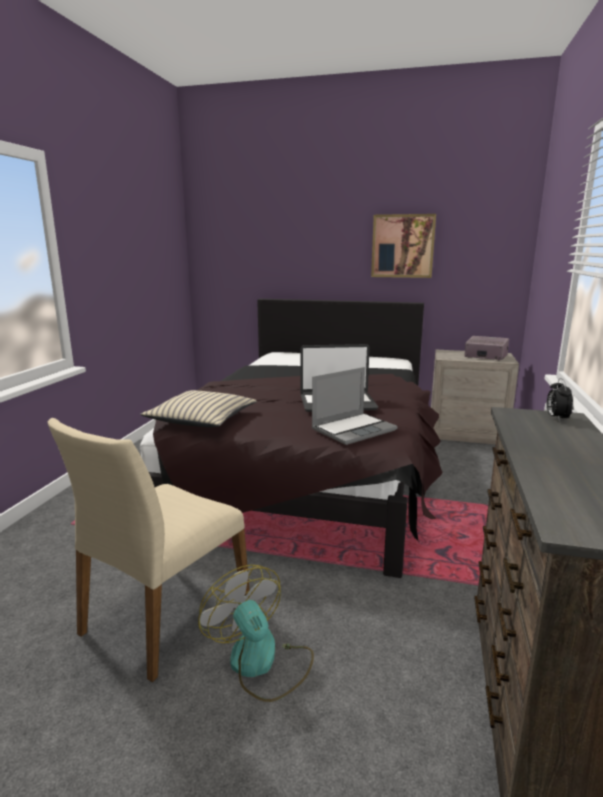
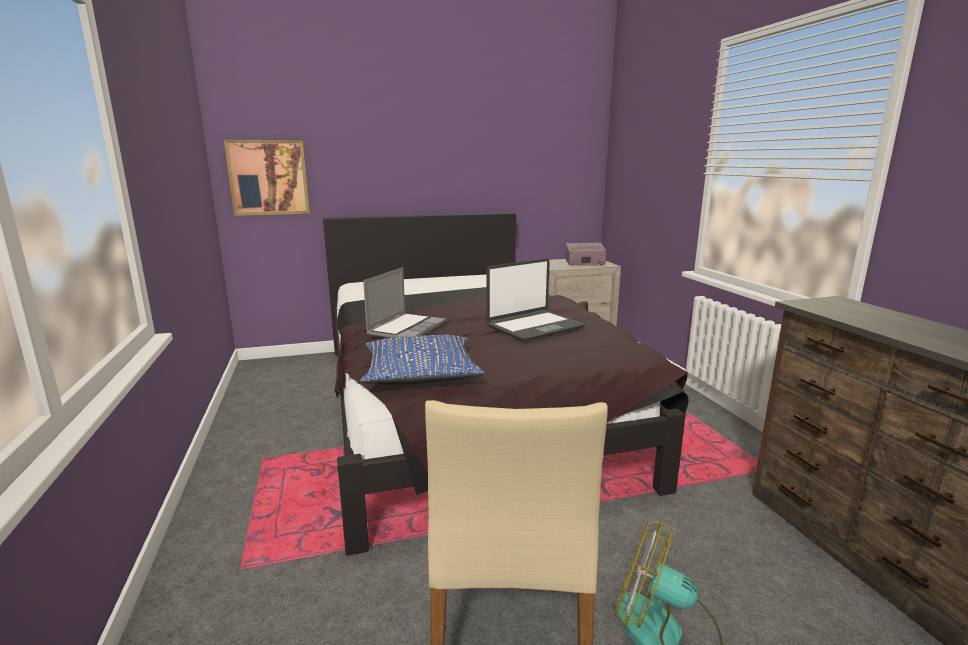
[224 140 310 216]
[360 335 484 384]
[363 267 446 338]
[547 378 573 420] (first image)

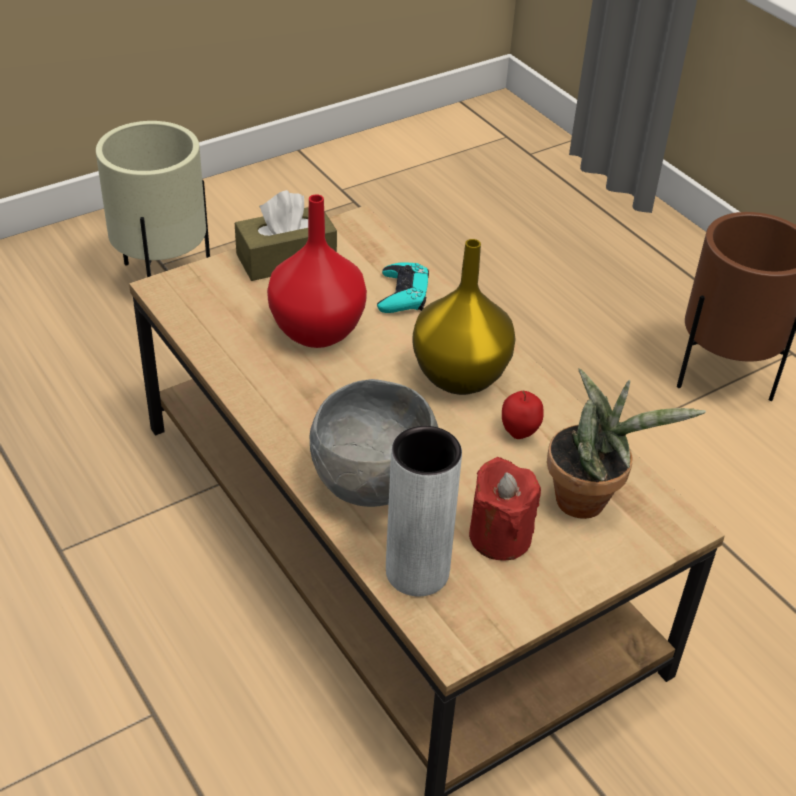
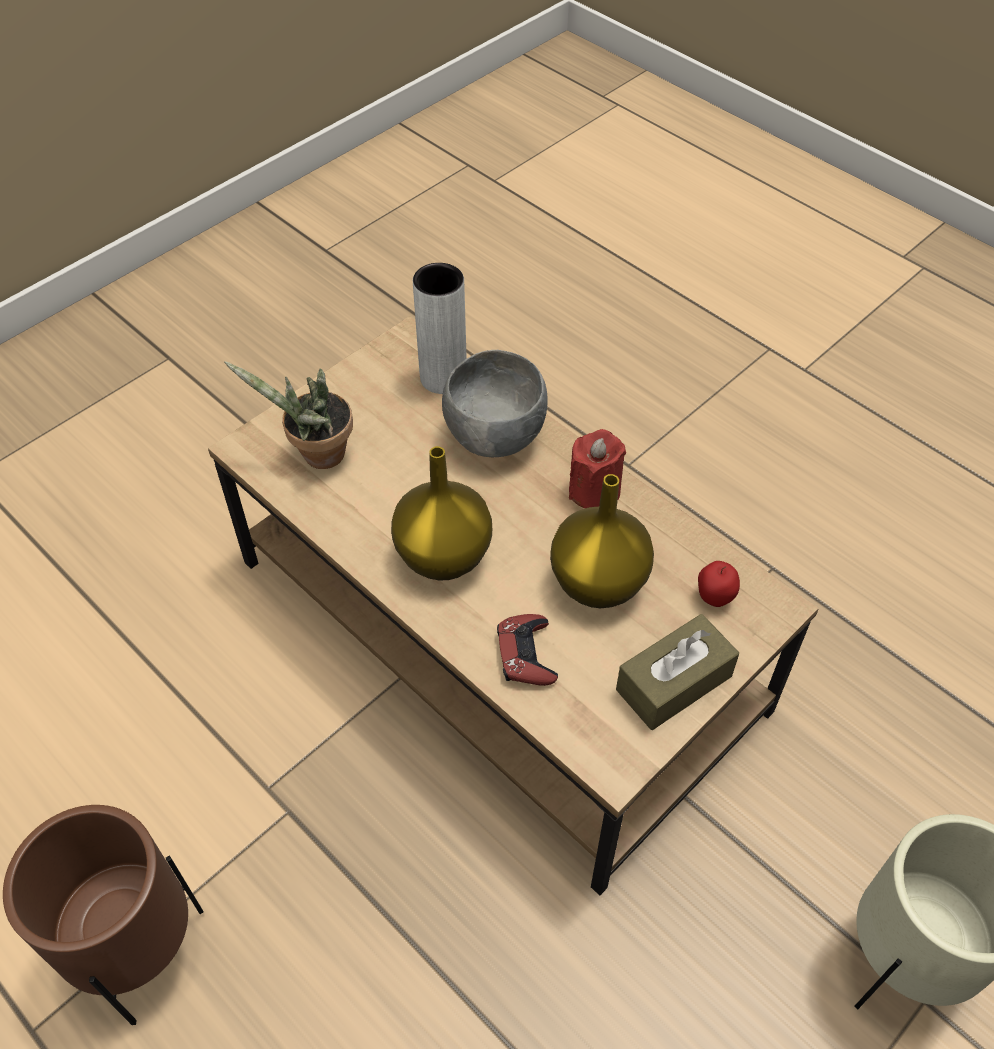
[497 614 558 686]
[550 474 654 608]
[569 429 626 508]
[698 561 740 607]

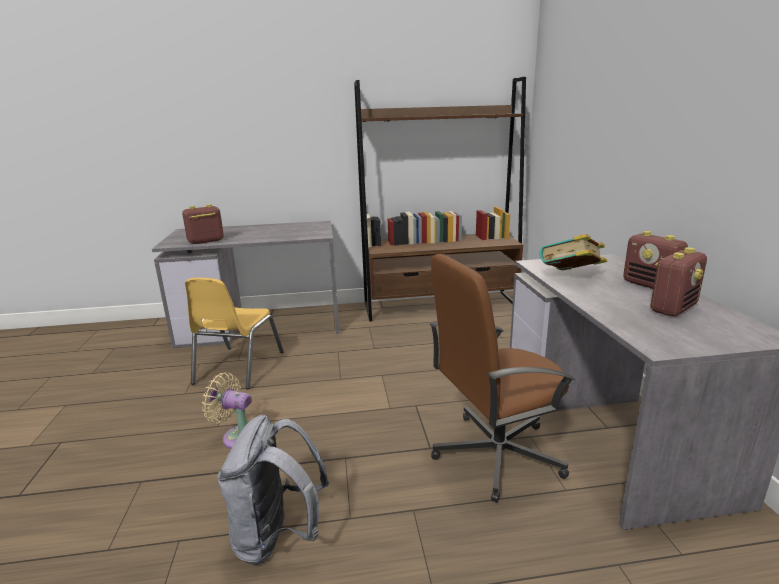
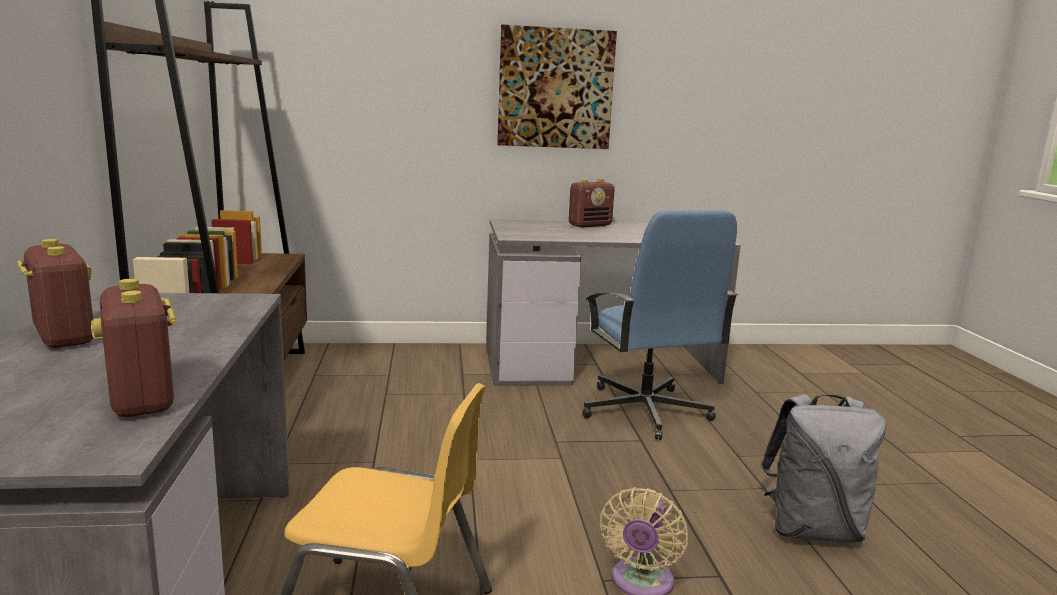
[17 239 93 348]
[497 25 617 149]
[583 210 738 440]
[540 234 607 270] (first image)

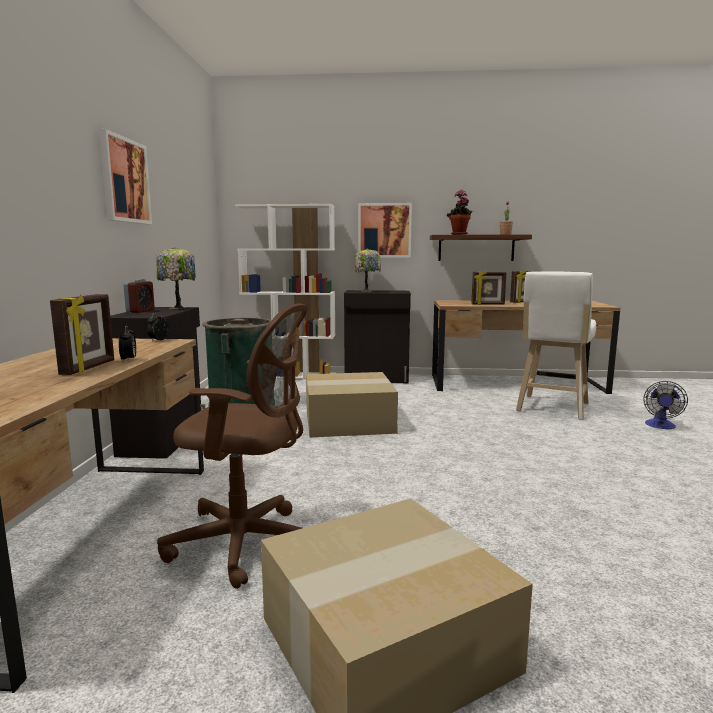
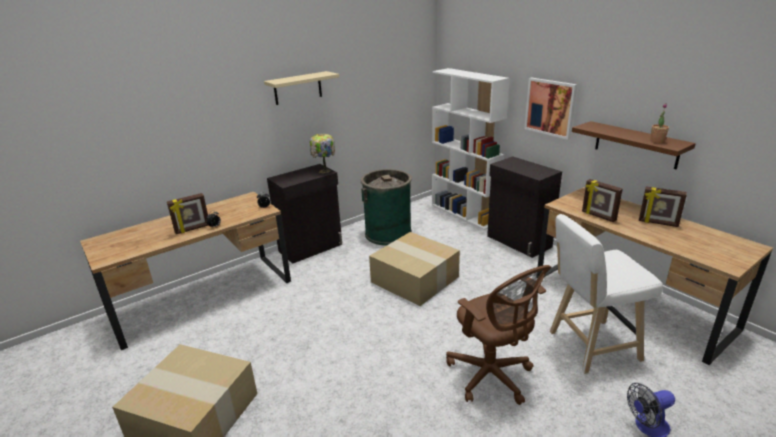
[264 71 339 105]
[446 265 551 405]
[123 279 155 313] (first image)
[355 249 381 292] (first image)
[447 190 472 235] (first image)

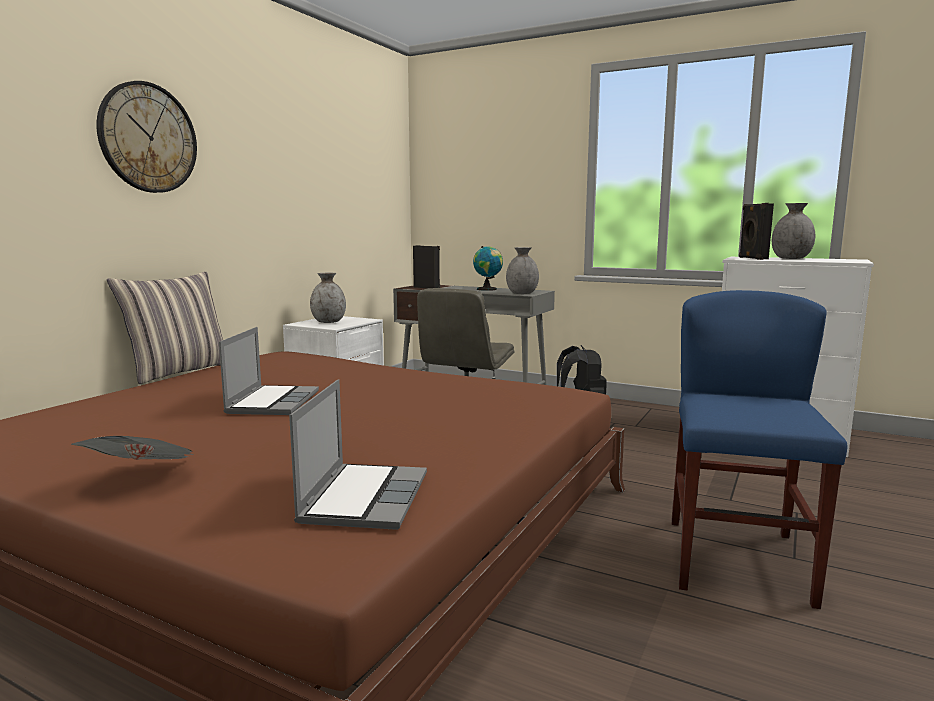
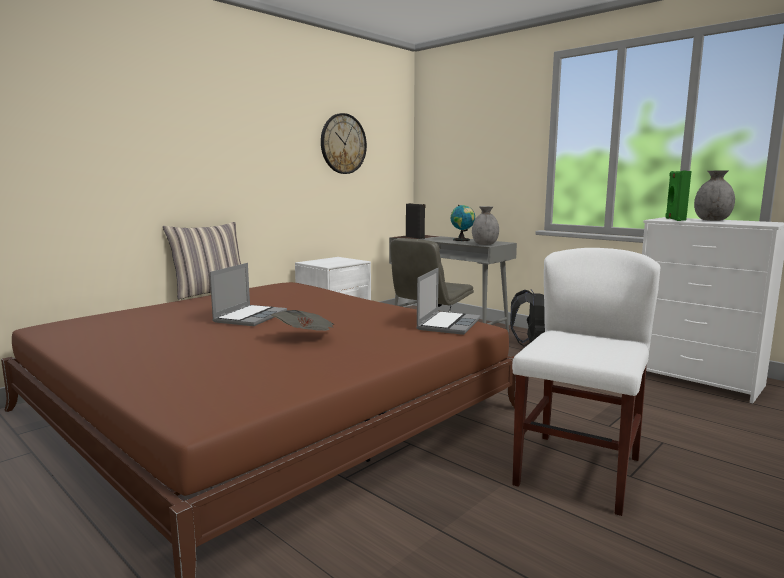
[271 310 334 331]
[321 113 367 174]
[416 268 481 335]
[512 248 660 516]
[665 171 691 221]
[310 273 346 323] (first image)

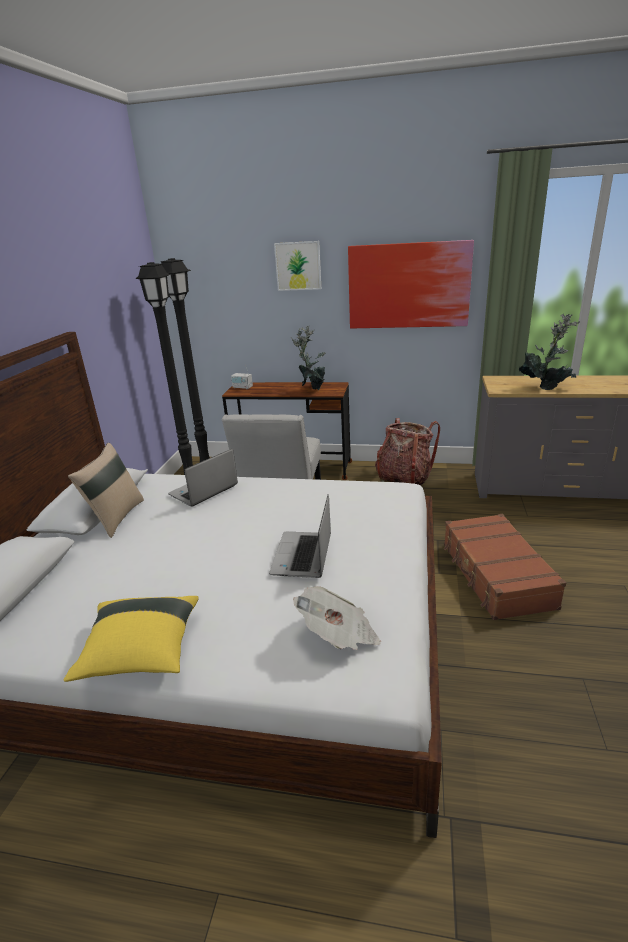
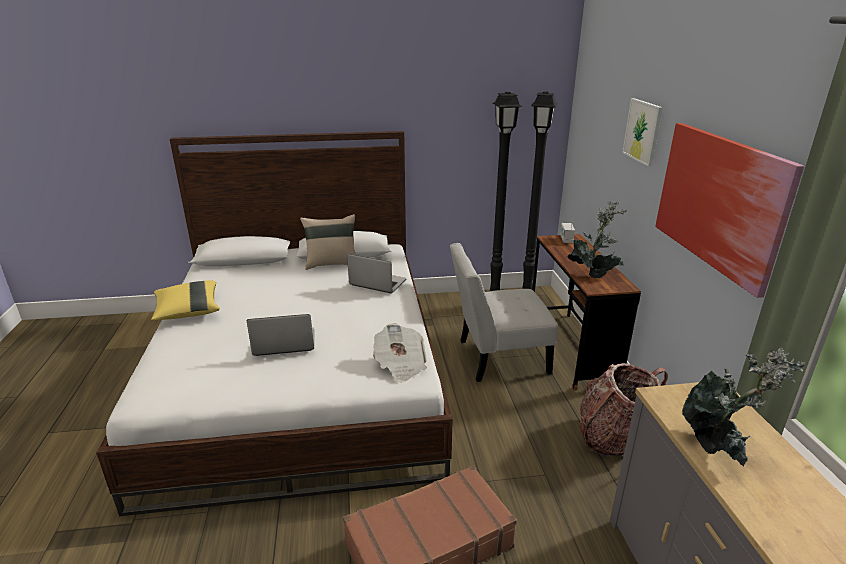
[373 323 427 383]

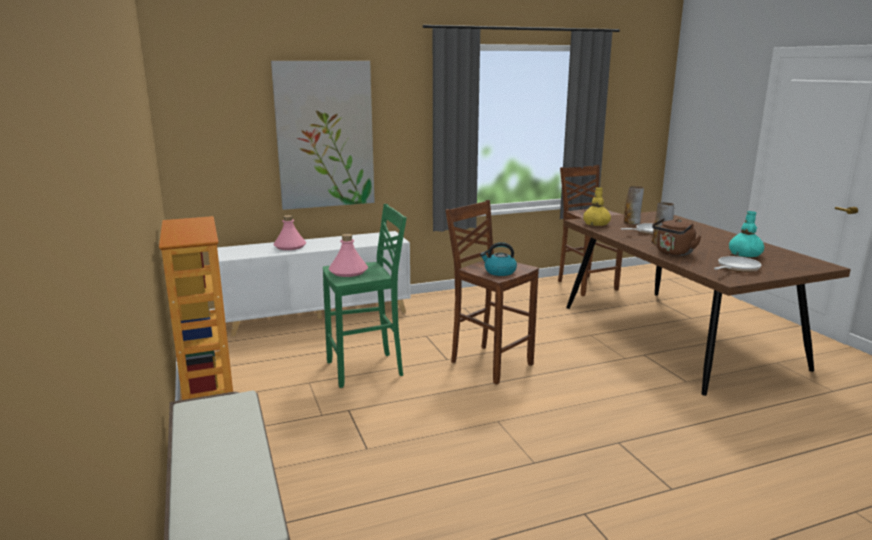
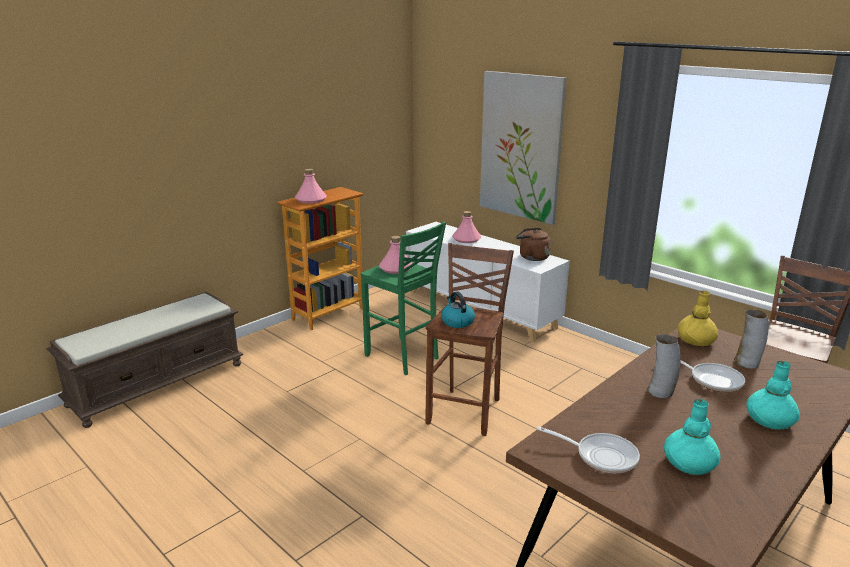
[295 169 327 204]
[516 228 551 261]
[746 361 800 430]

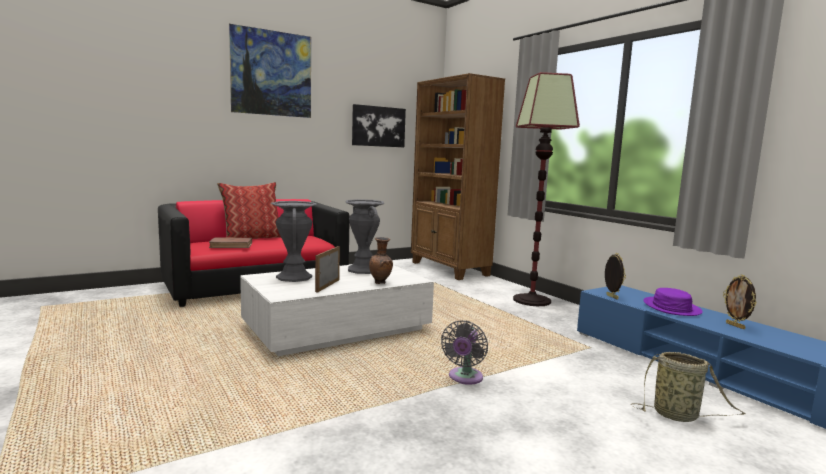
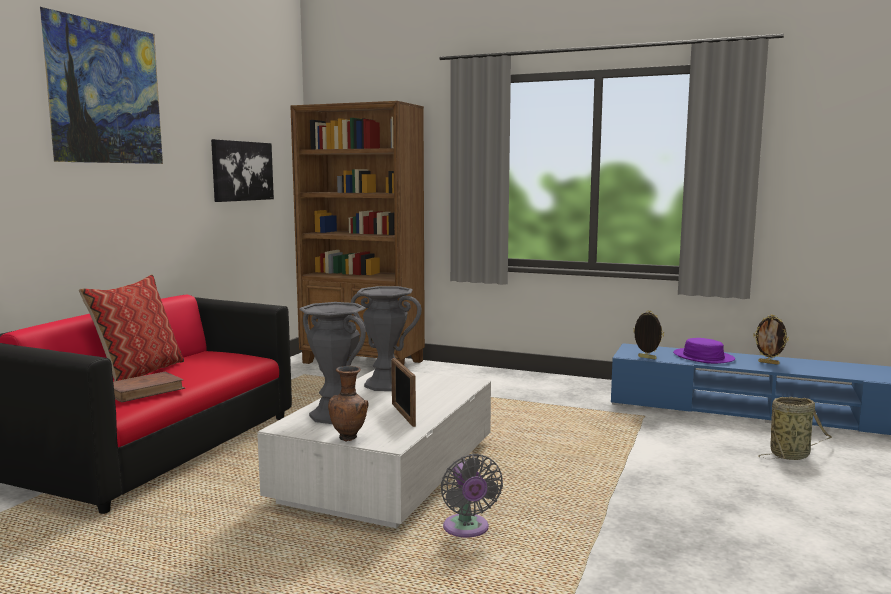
[328 366 368 441]
[441 454 503 537]
[513 72 580 306] (first image)

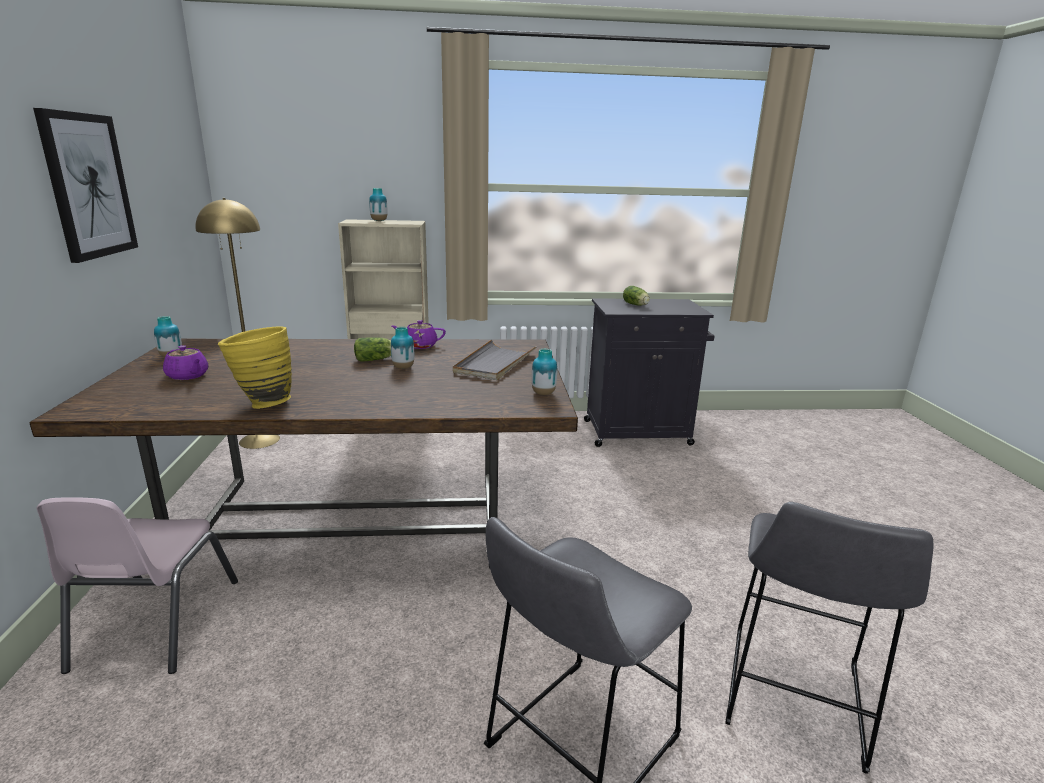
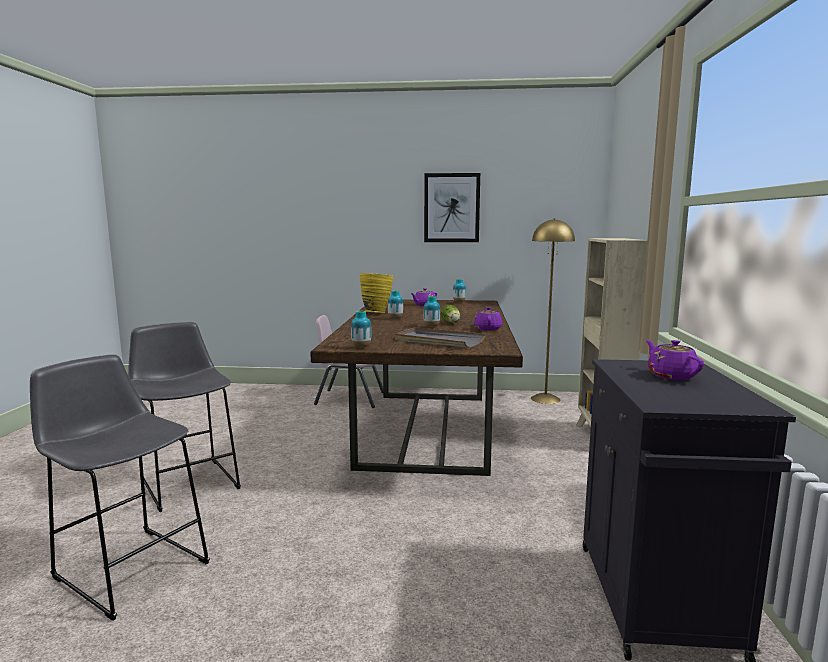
[388 291 403 319]
[646 340 704 380]

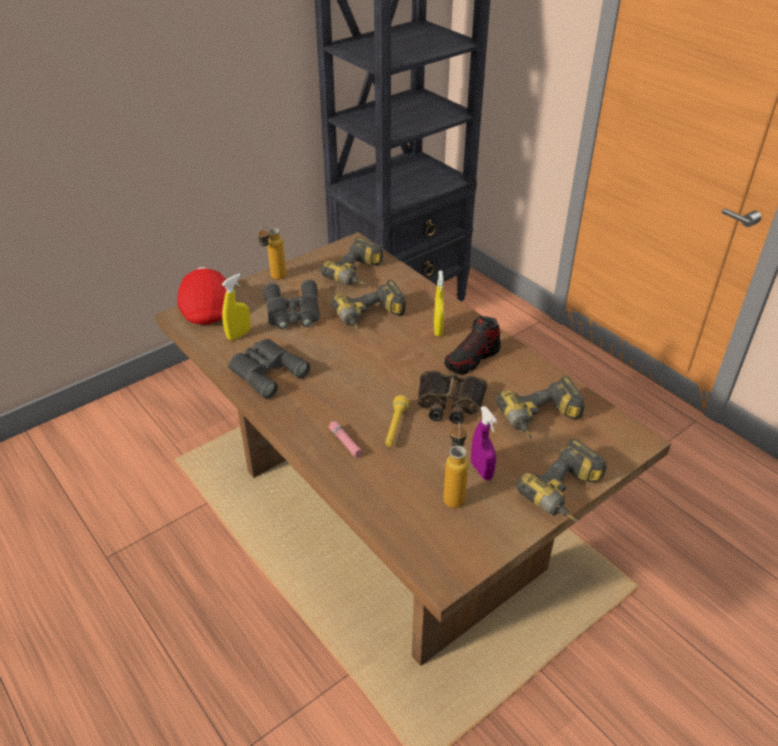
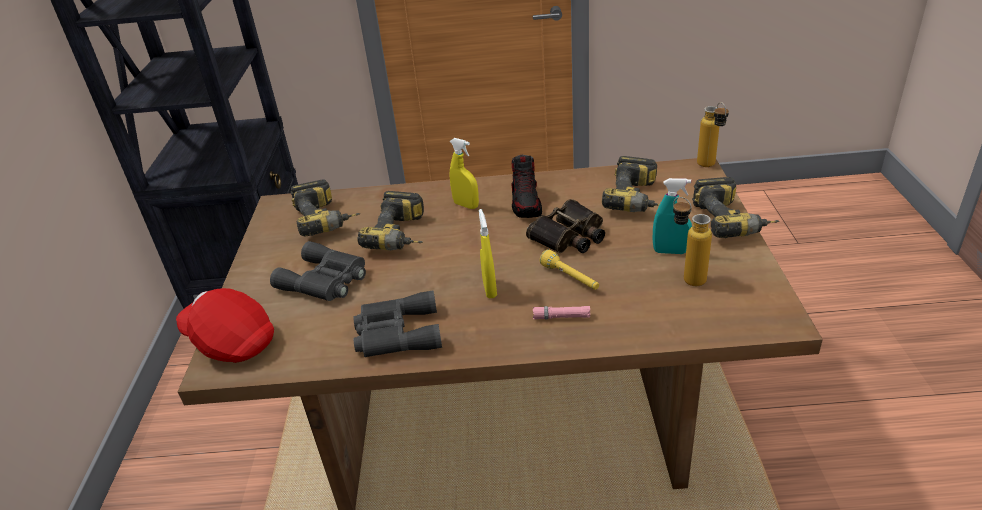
[479 209 497 298]
[653 178 692 254]
[697 102 729 167]

